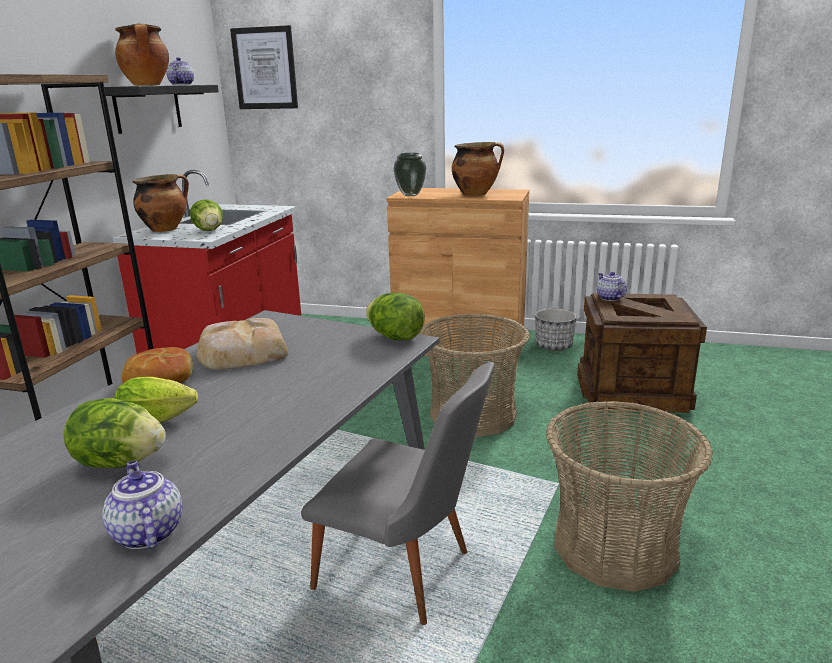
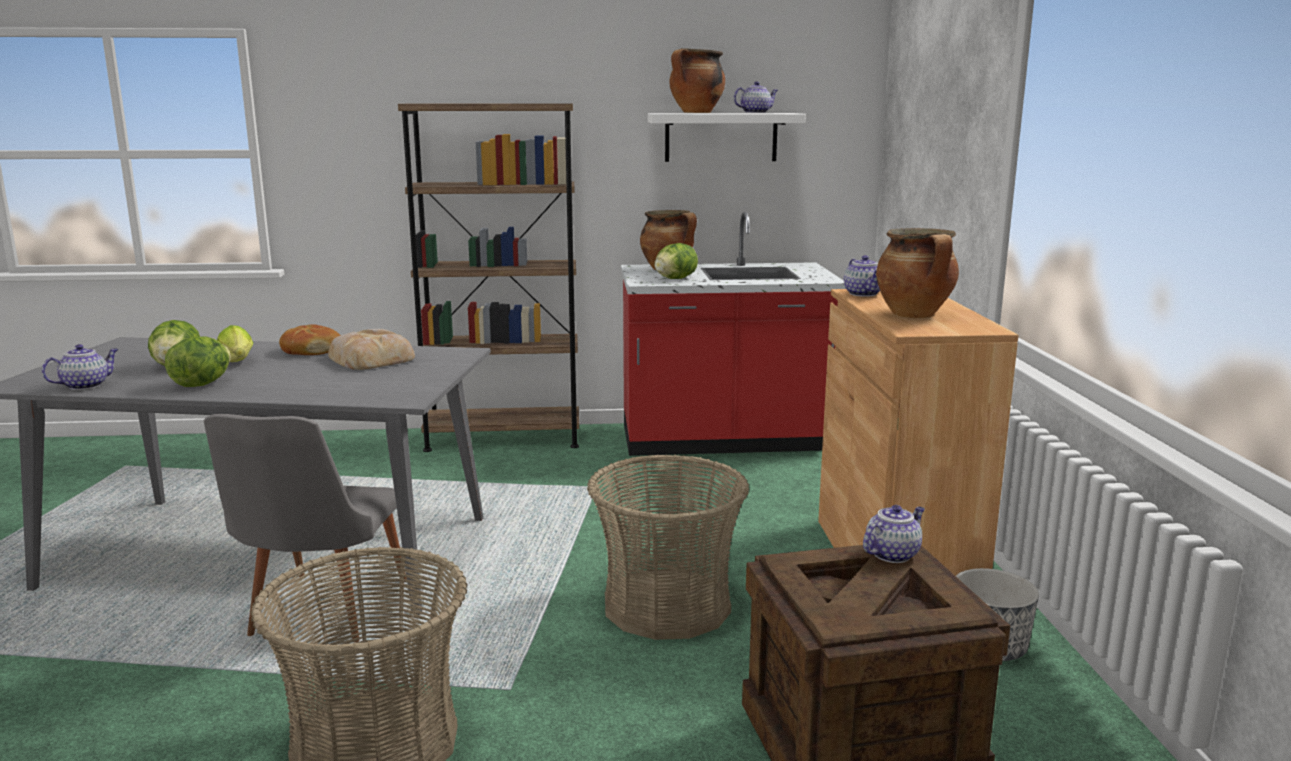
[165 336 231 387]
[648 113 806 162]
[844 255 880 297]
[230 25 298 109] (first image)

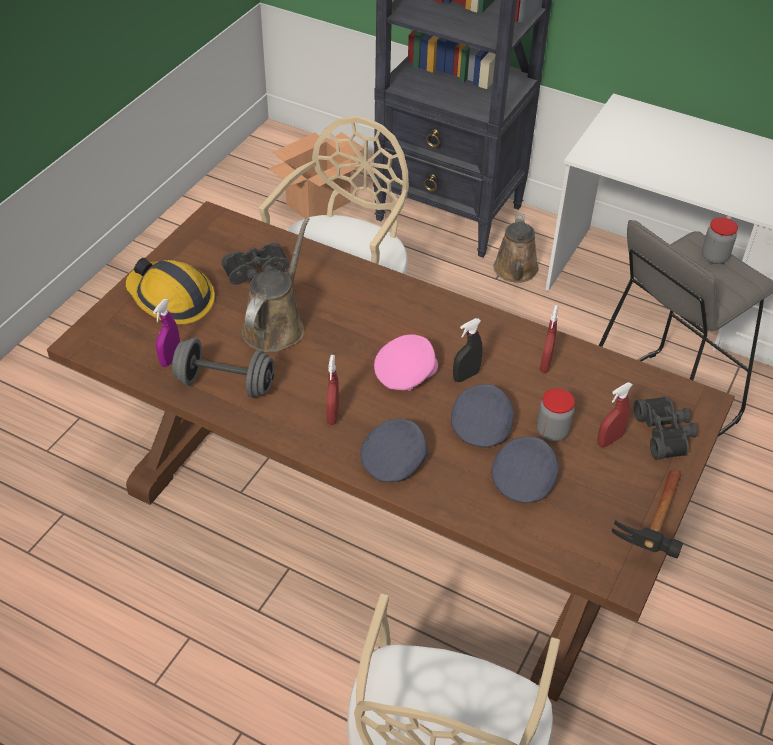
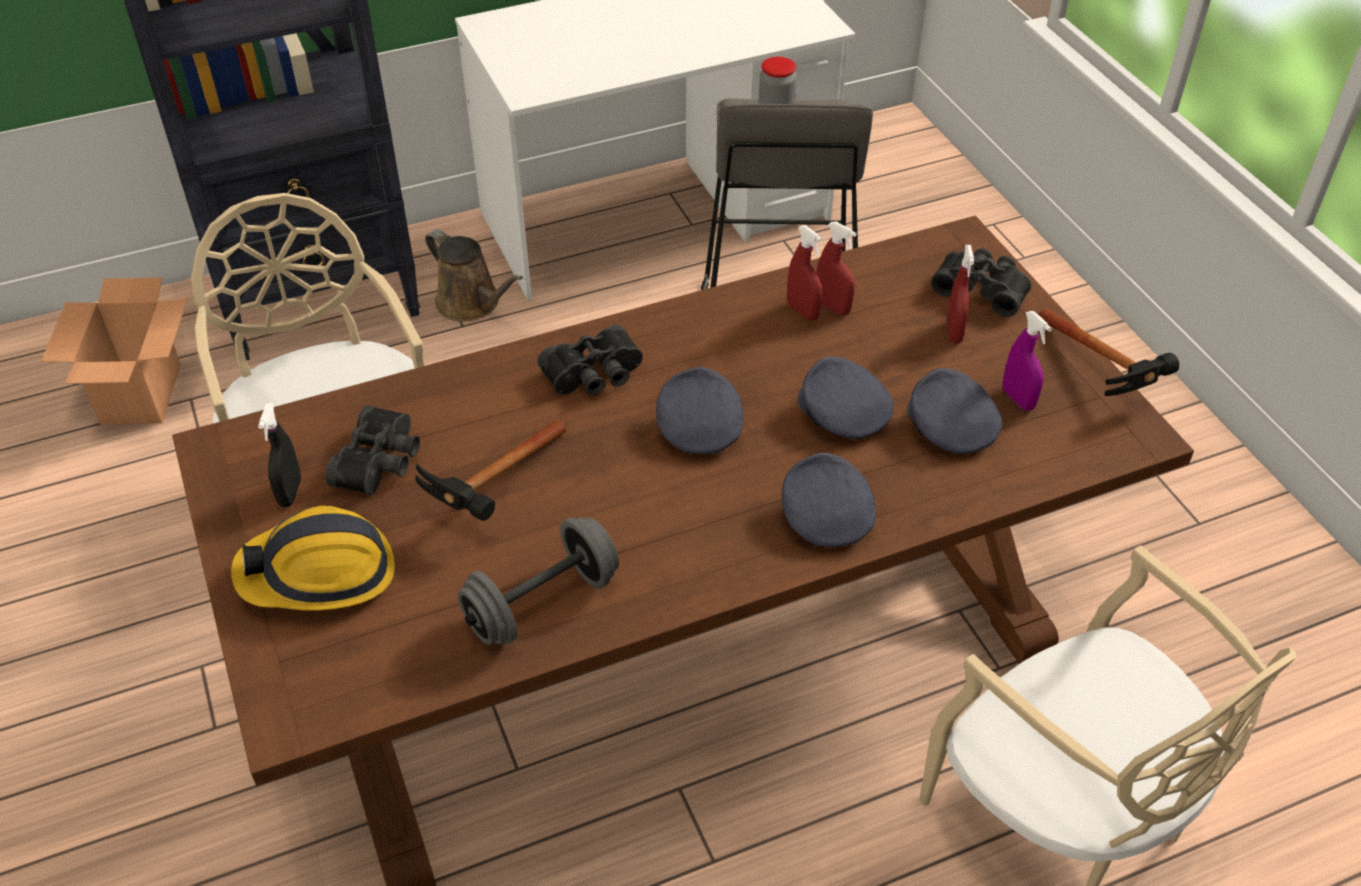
[258 403 301 507]
[415 421 567 521]
[538 325 643 395]
[656 367 743 454]
[816 221 856 315]
[1003 311 1052 411]
[537 388 575 442] (first image)

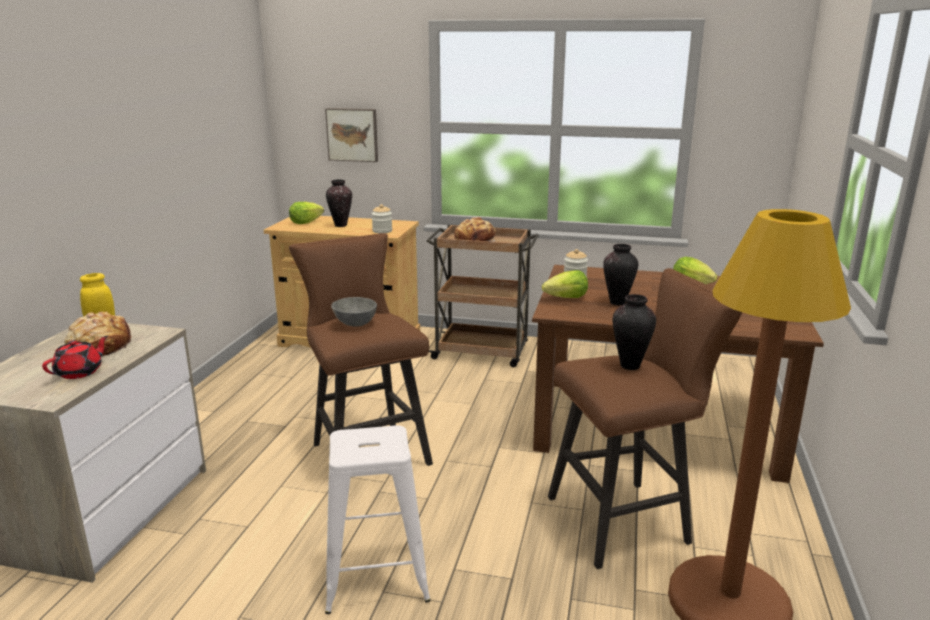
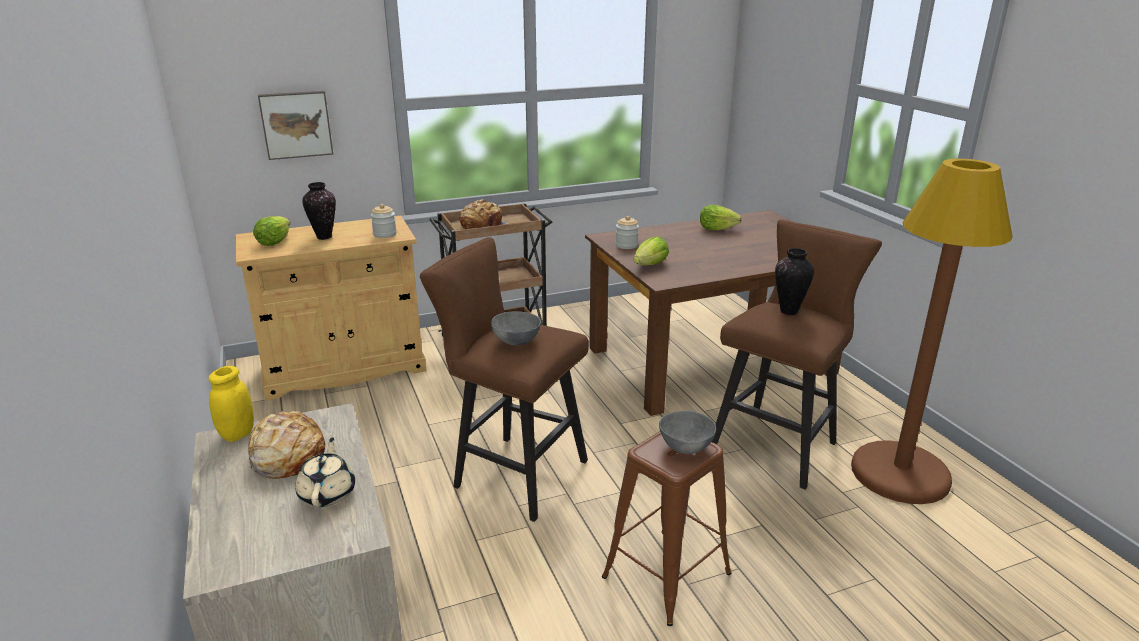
[295 437 355 507]
[602 431 731 626]
[659 411 716 454]
[603 244 638 305] (first image)

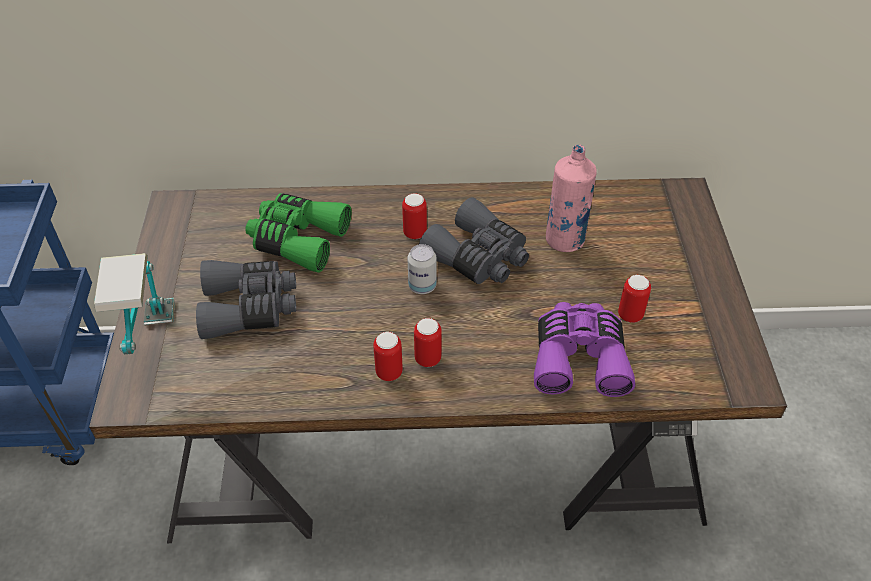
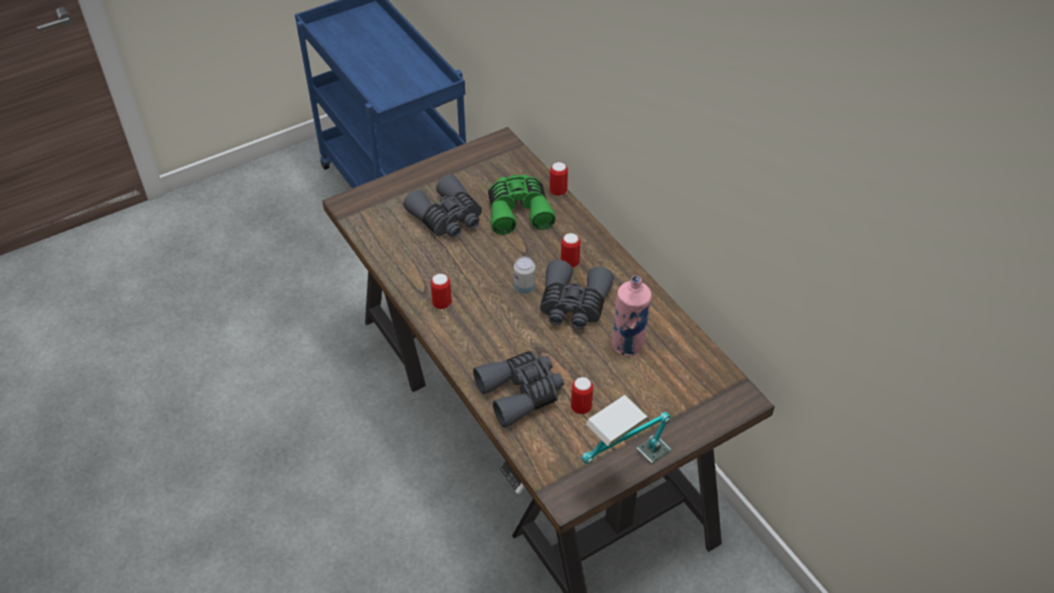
[473 351 564 428]
[550 162 568 196]
[581 395 671 465]

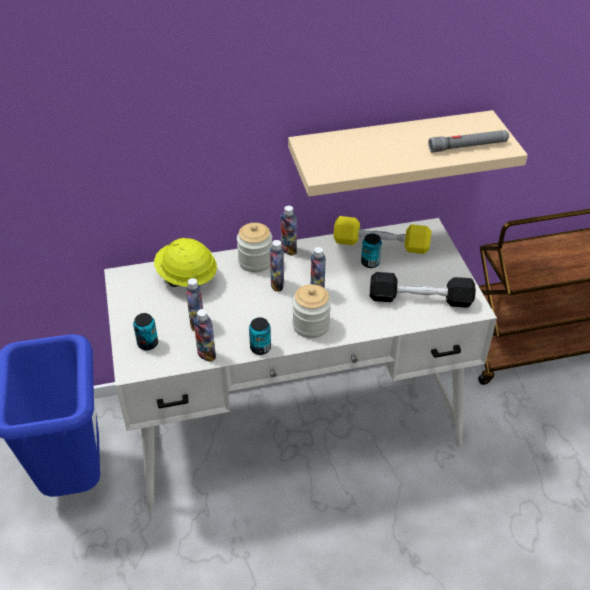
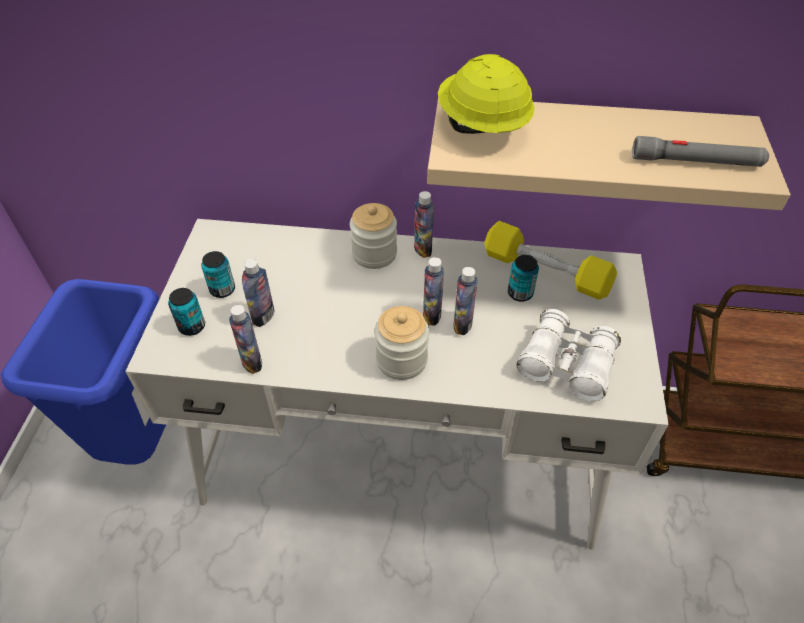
[201 251 235 298]
[438 54 534 134]
[453 267 478 335]
[517 309 621 401]

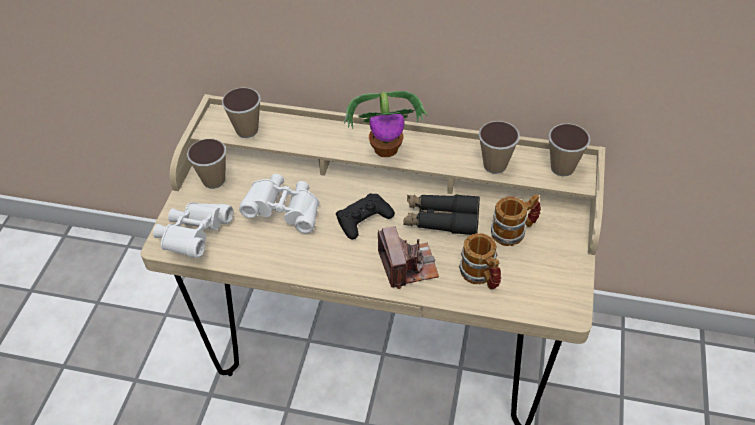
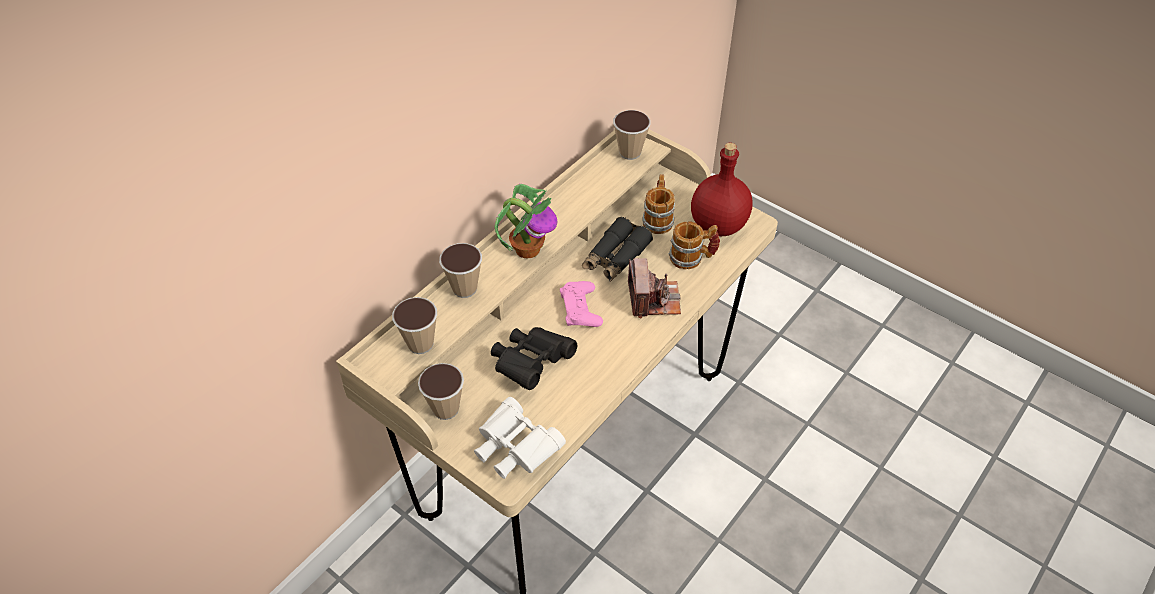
[439 243 482 298]
[491 327 577 390]
[560 281 603 327]
[628 258 681 319]
[691 143 753 236]

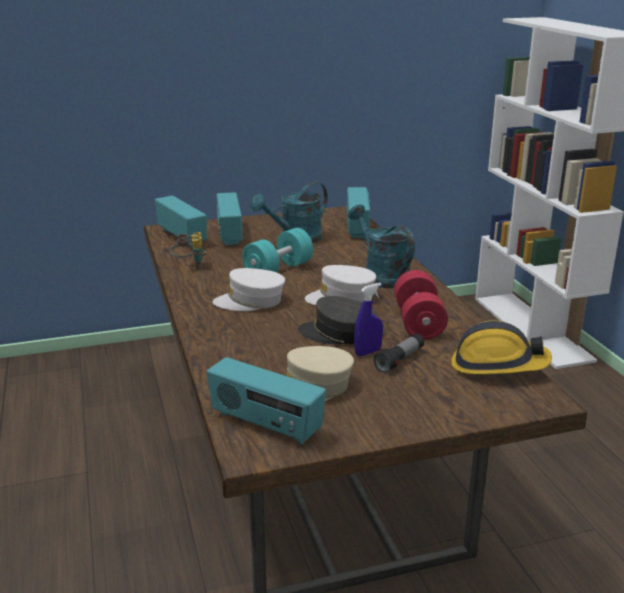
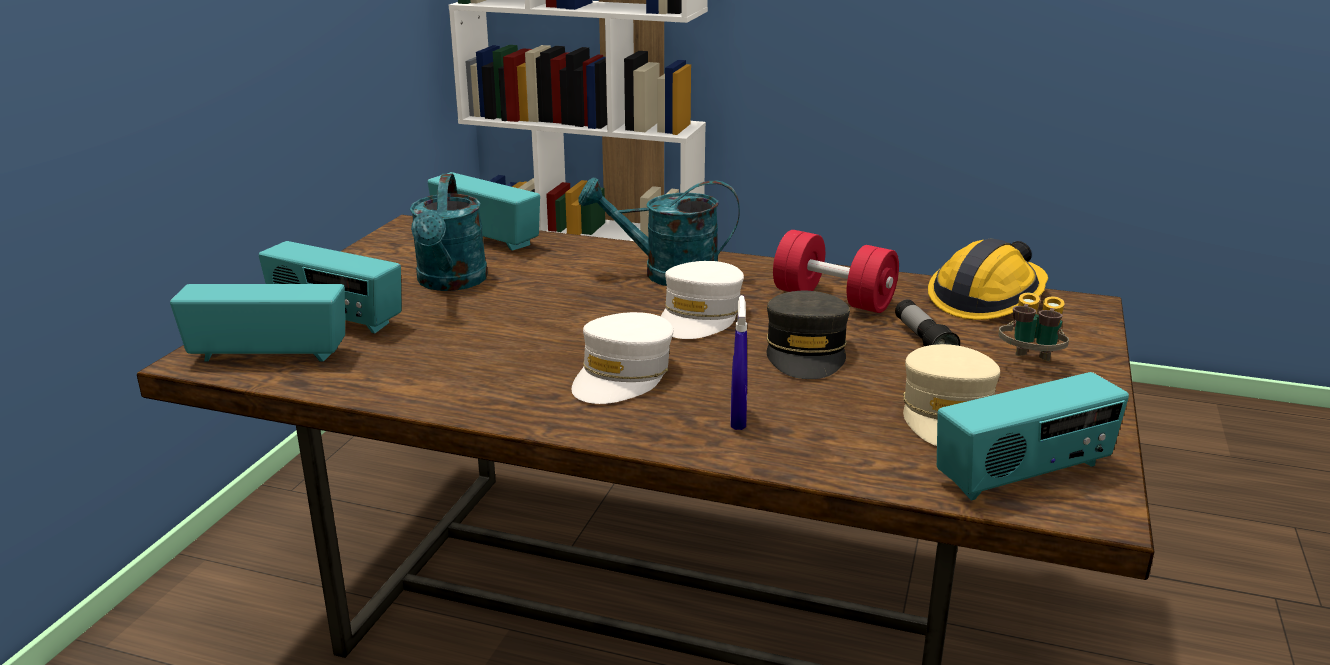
[731 295 747 430]
[767 291 850 379]
[998 293 1069 361]
[242 228 313 272] (first image)

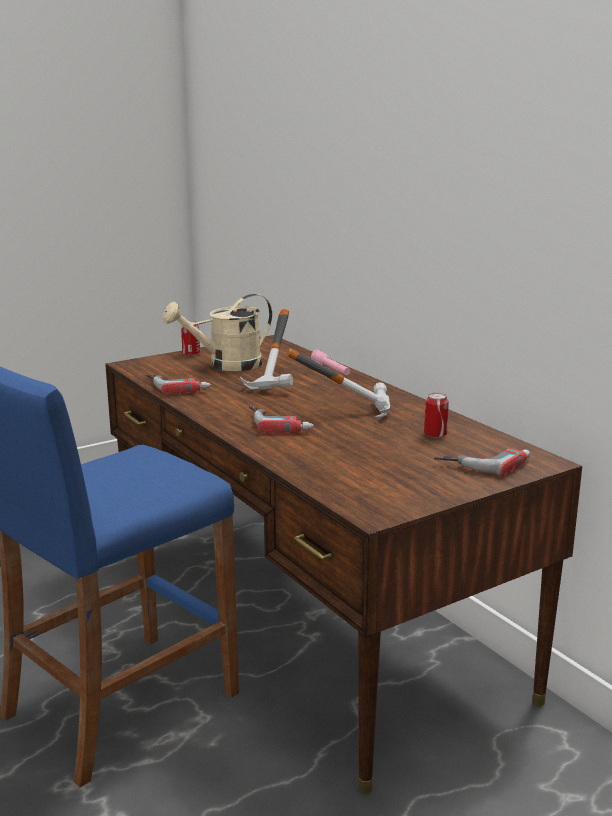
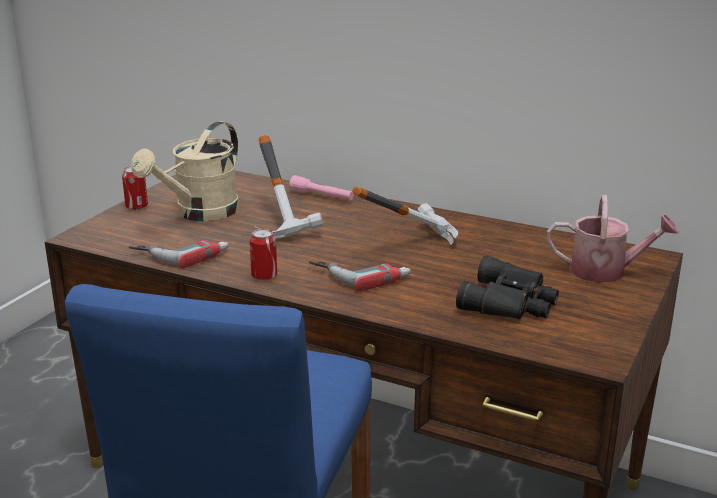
[250 229 277 281]
[456 255 559 319]
[547 195 679 283]

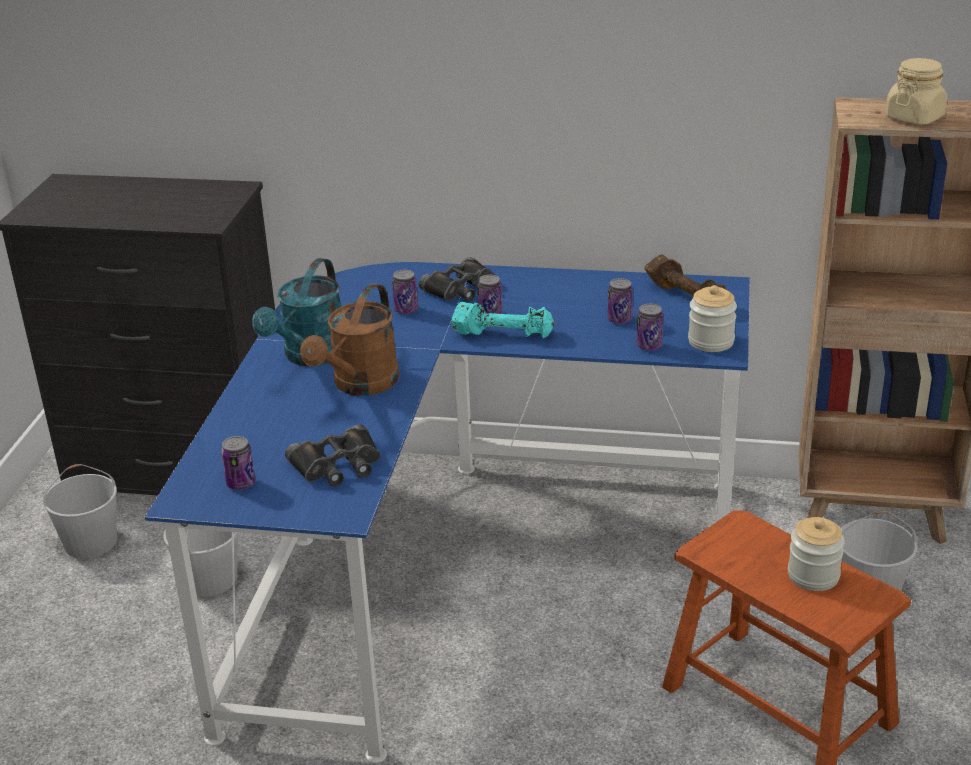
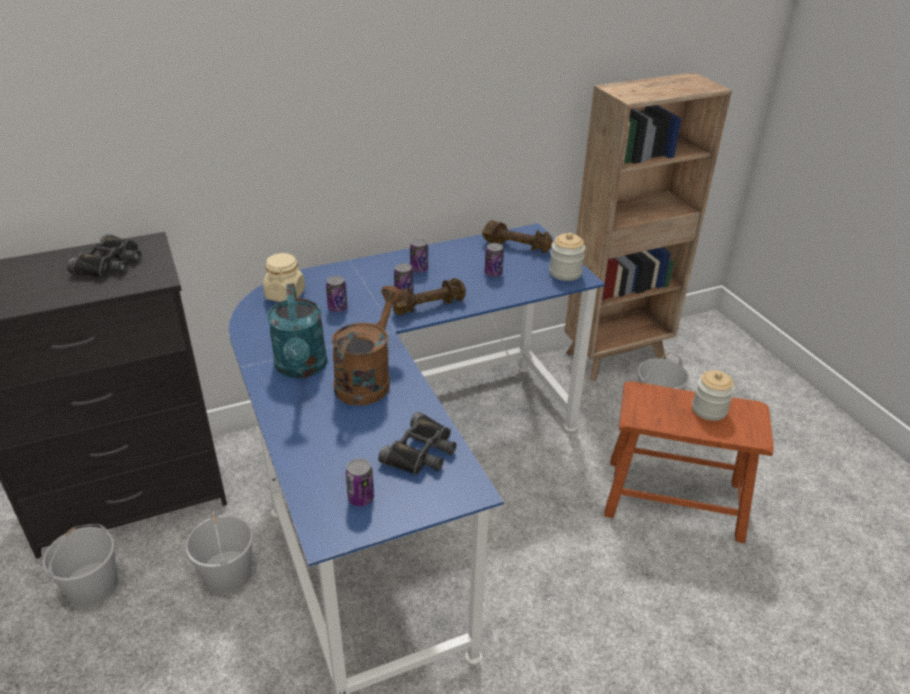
[67 234 142 277]
[263 253 305 302]
[331 286 404 405]
[393 278 466 315]
[410 239 428 272]

